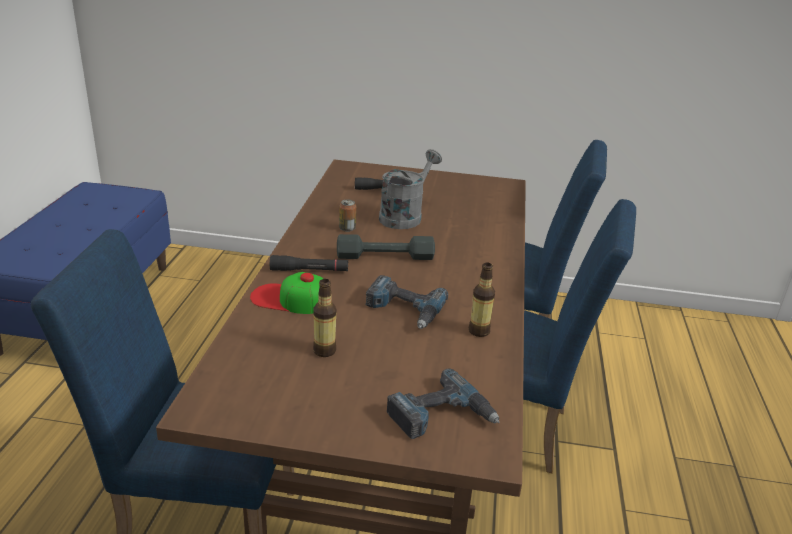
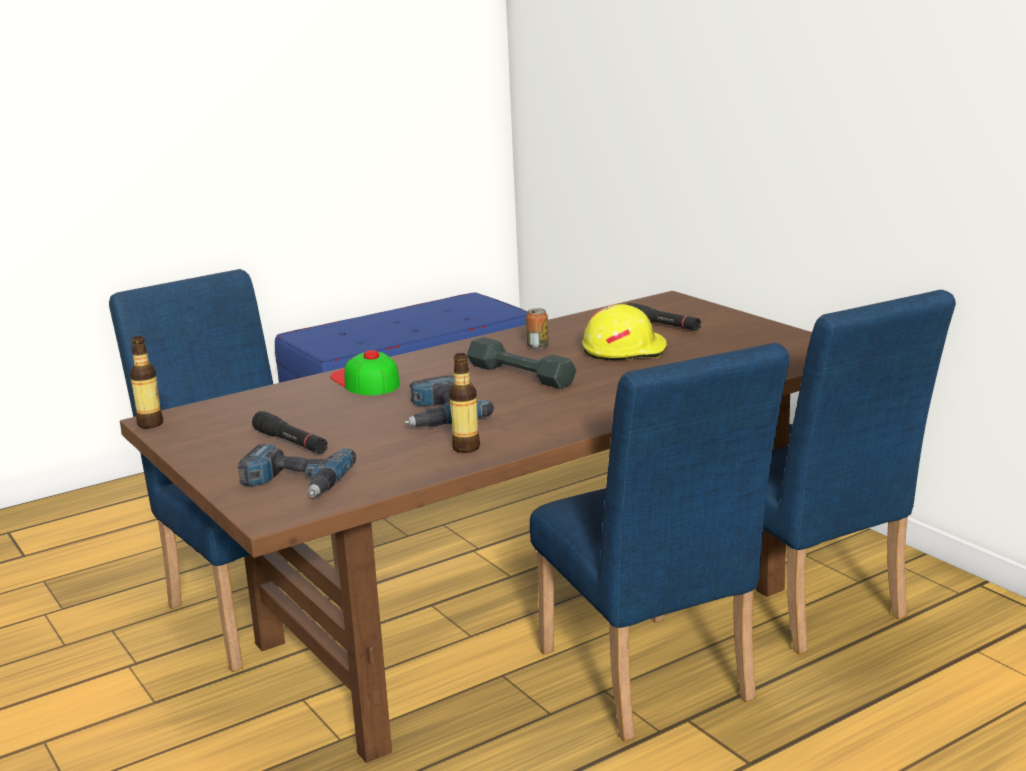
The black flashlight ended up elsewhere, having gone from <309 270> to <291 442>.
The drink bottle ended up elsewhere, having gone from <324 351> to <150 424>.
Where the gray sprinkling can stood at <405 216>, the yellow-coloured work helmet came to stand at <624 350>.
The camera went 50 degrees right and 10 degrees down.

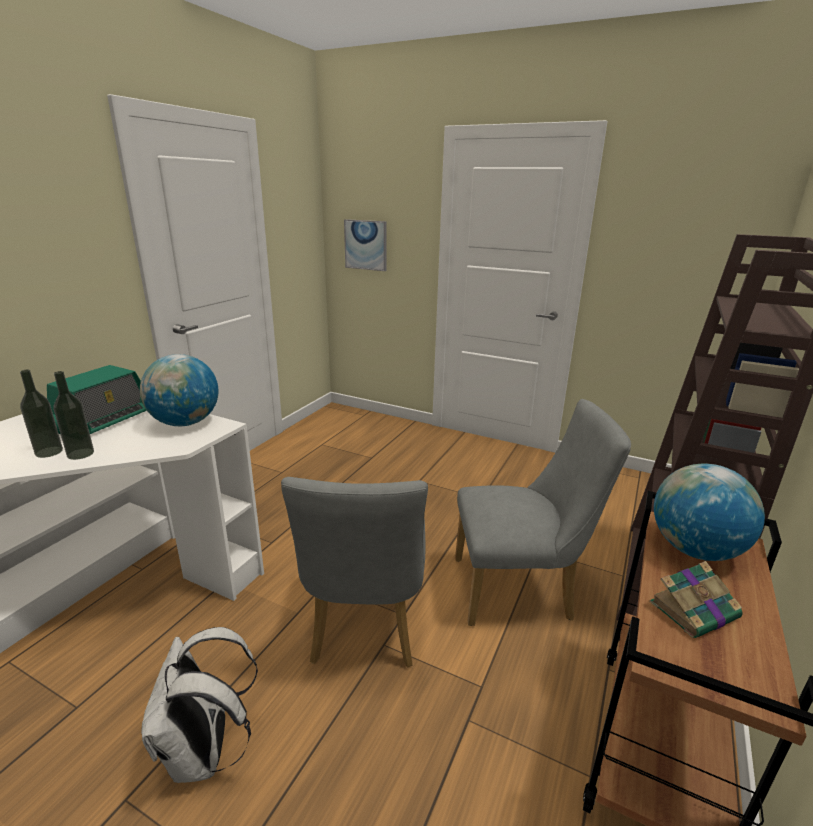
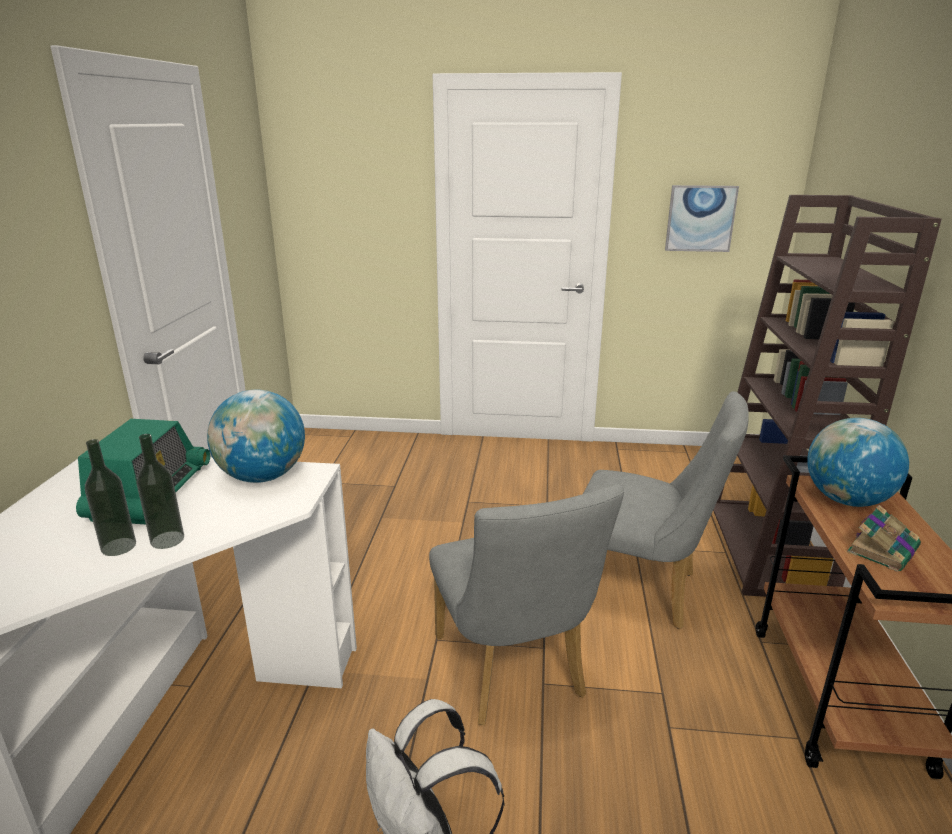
The picture ended up elsewhere, having gone from <366 245> to <700 218>.
The gray upright chair at <521 589> ended up facing another way, 45 degrees clockwise from before.
The camera went 20 degrees left and 0 degrees up.

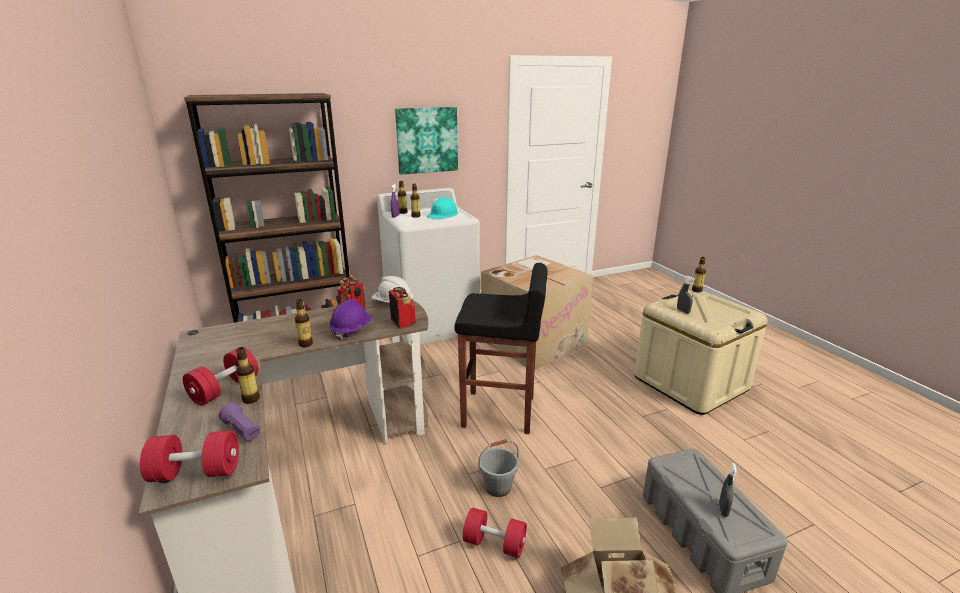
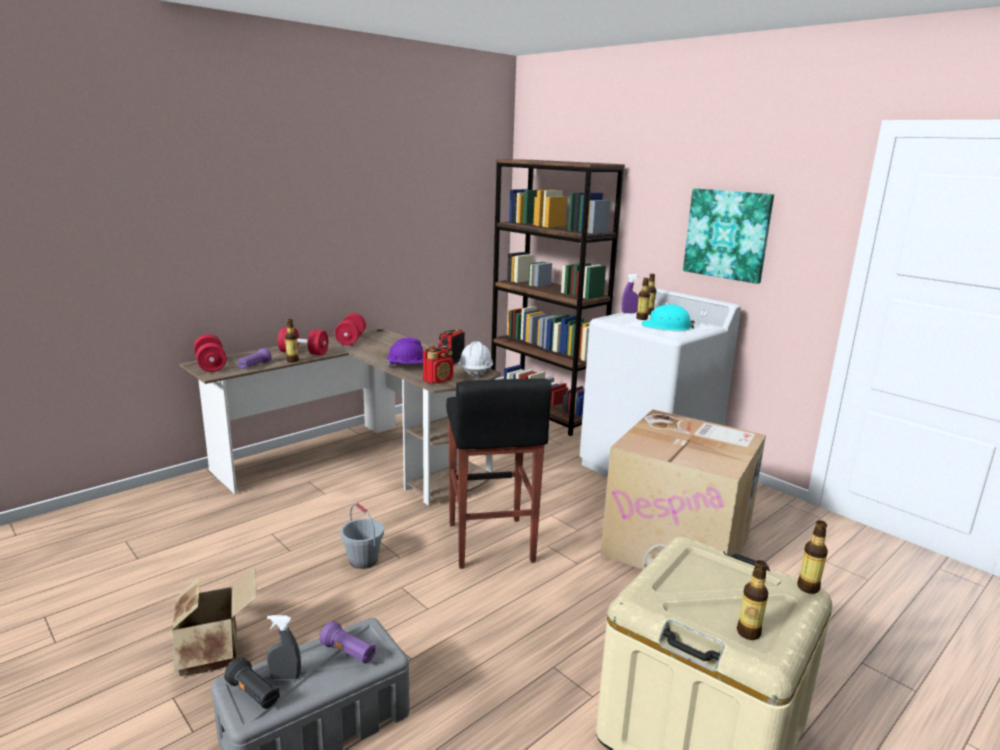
The second view lost the gray spray bottle at <683 311>.
The second view gained the black flashlight at <254 694>.
The second view gained the purple-coloured flashlight at <349 653>.
The drink bottle ended up elsewhere, having gone from <306 344> to <748 633>.
The reddish hand weight ended up elsewhere, having gone from <494 543> to <351 340>.
The camera went 70 degrees right and 5 degrees down.

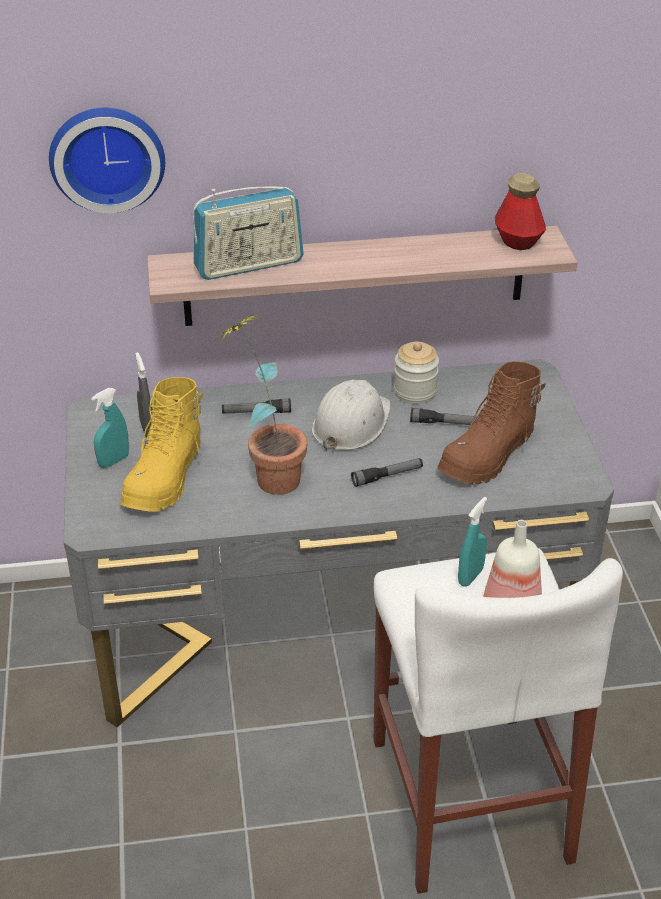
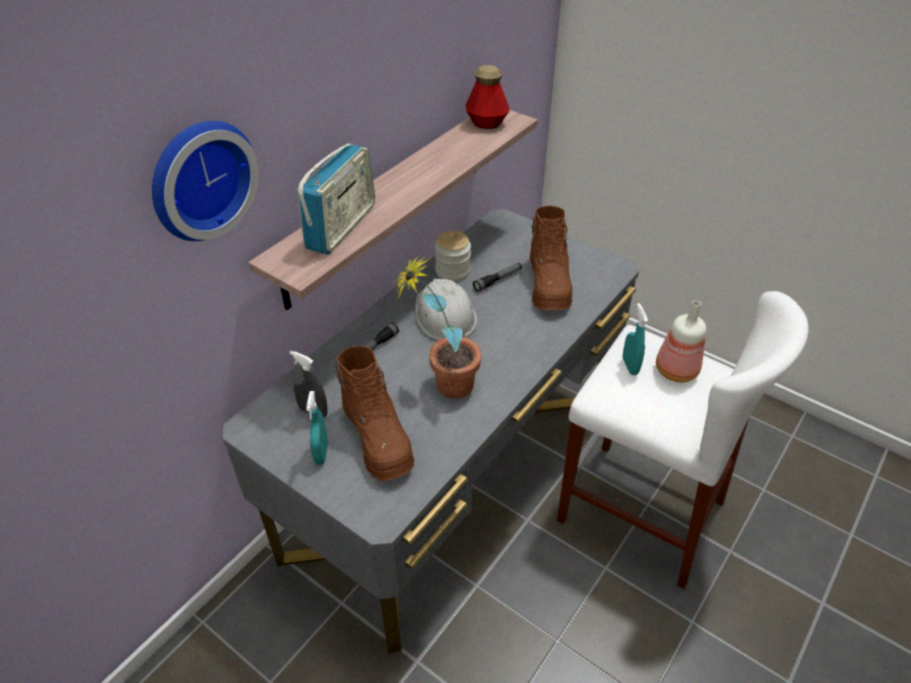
The second view lost the flashlight at <387 476>.
What was the yellow-coloured boot at <166 478> turned into the brown boot at <378 438>.
The camera went 45 degrees left and 5 degrees up.

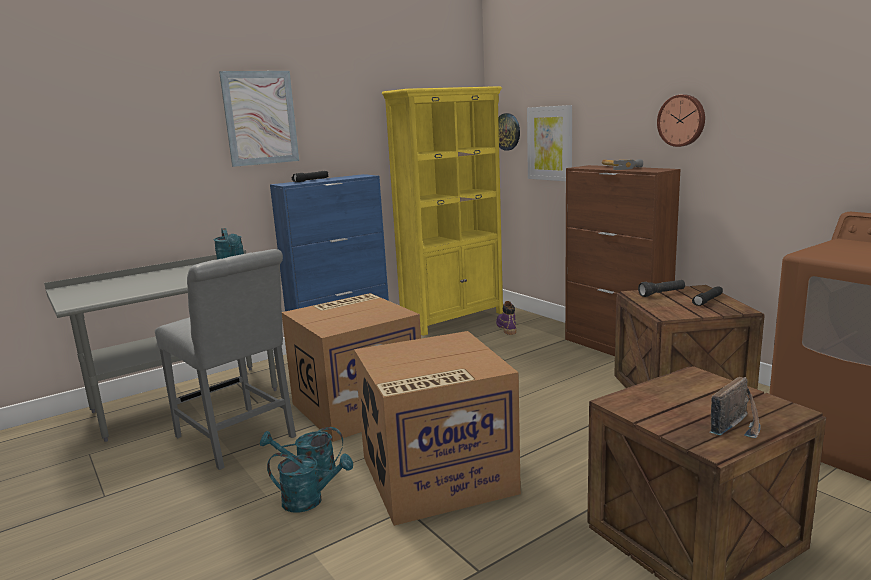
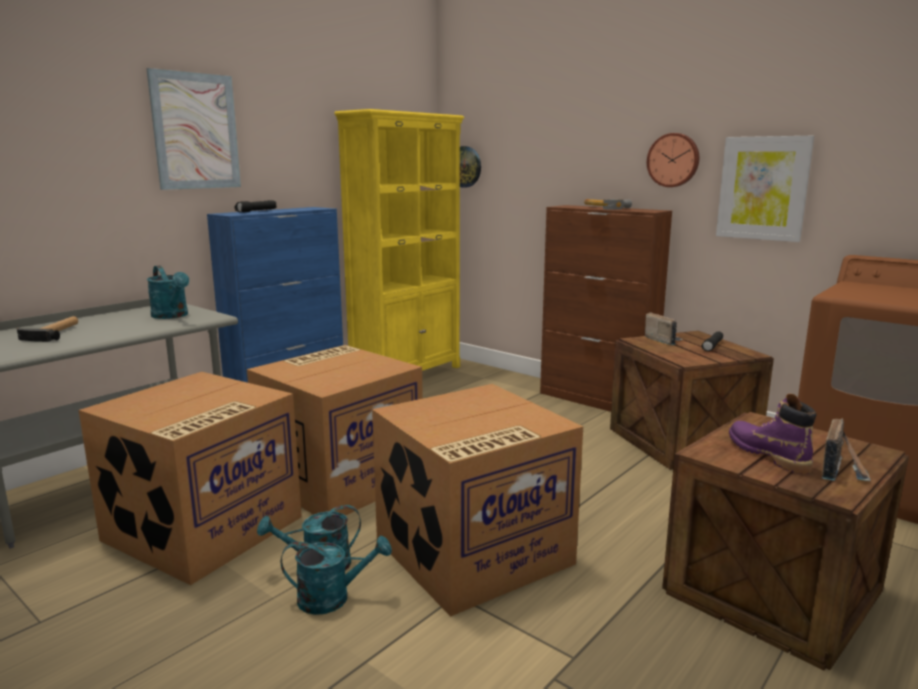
The second view gained the tool hammer at <54 333>.
The purple-coloured boot ended up elsewhere, having gone from <506 328> to <767 455>.
The picture ended up elsewhere, having gone from <550 143> to <763 188>.
Where the gray upright chair stood at <238 439>, the cardboard box came to stand at <203 530>.
Where the black flashlight stood at <662 294>, the radio set came to stand at <663 340>.
The camera went 15 degrees left and 0 degrees up.

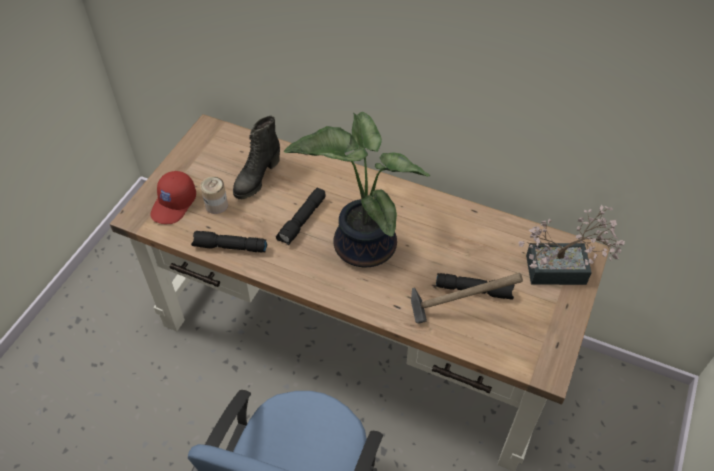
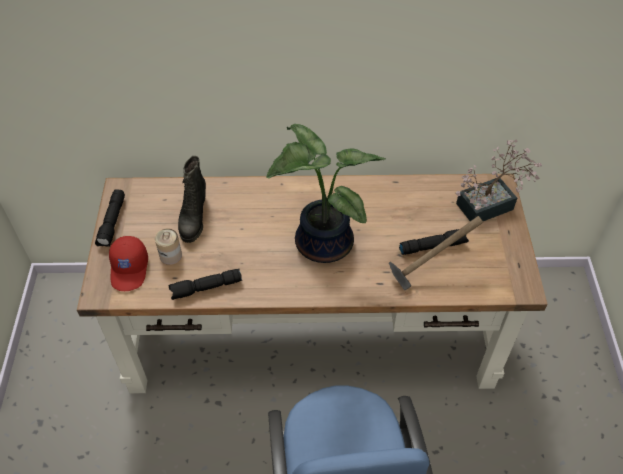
The black flashlight ended up elsewhere, having gone from <302 221> to <113 223>.
The camera went 25 degrees left and 0 degrees up.

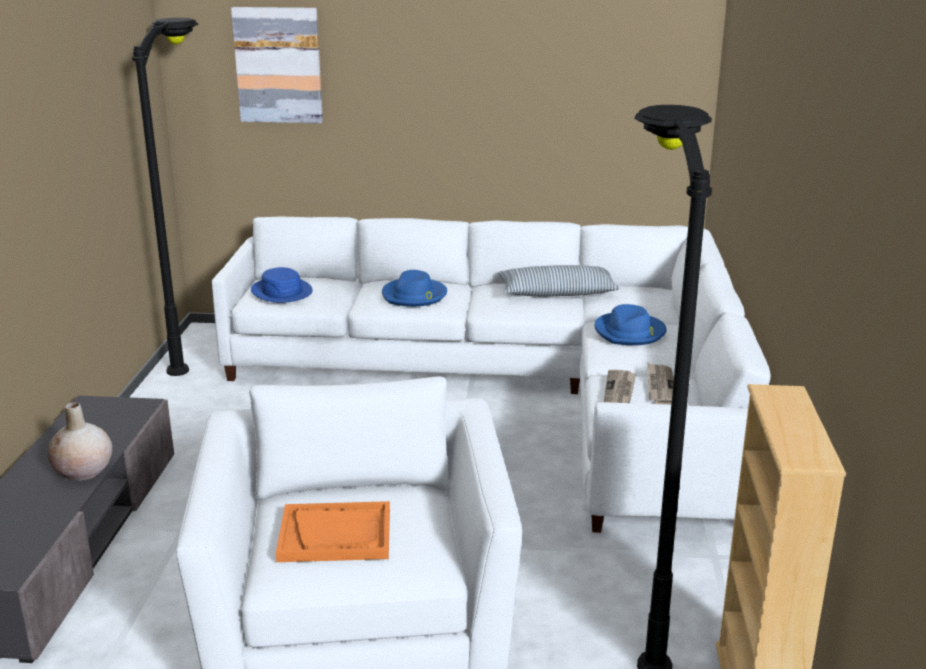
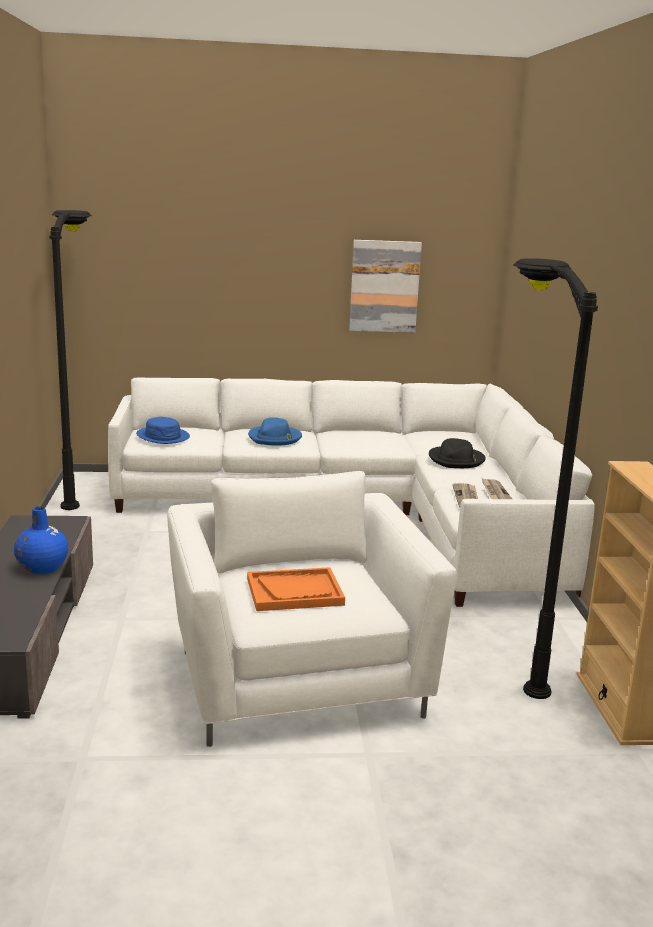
The second view lost the pillow at <557 293>.
The picture ended up elsewhere, having gone from <278 65> to <384 286>.
What was the beige flower vase at <84 471> turned into the blue flower vase at <43 567>.
What was the blue hat at <630 332> turned into the black hat at <456 460>.
The camera went 10 degrees left and 5 degrees down.

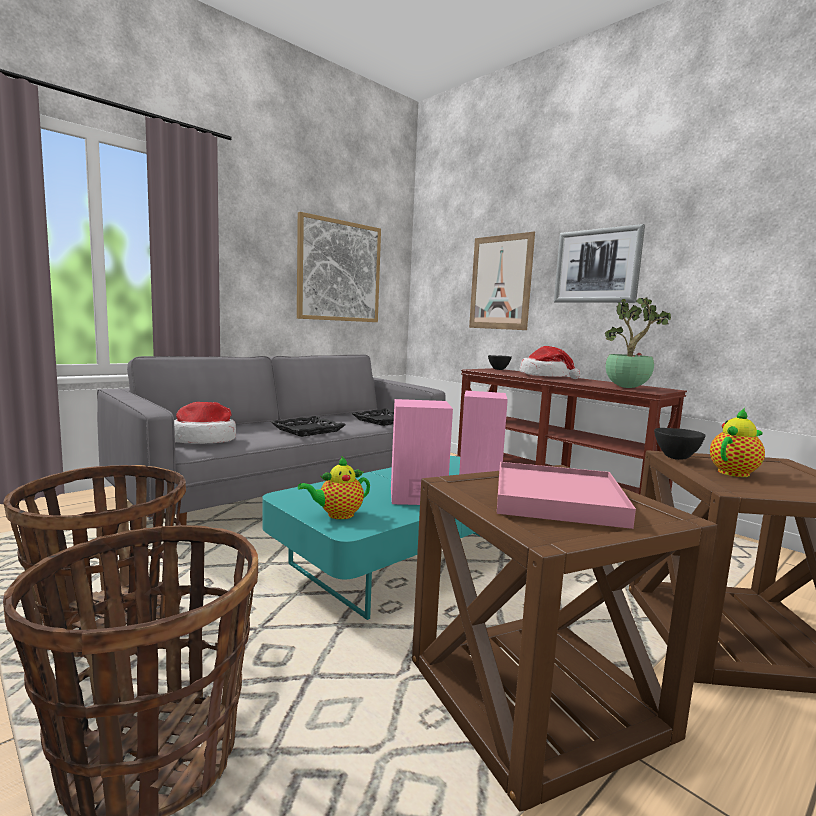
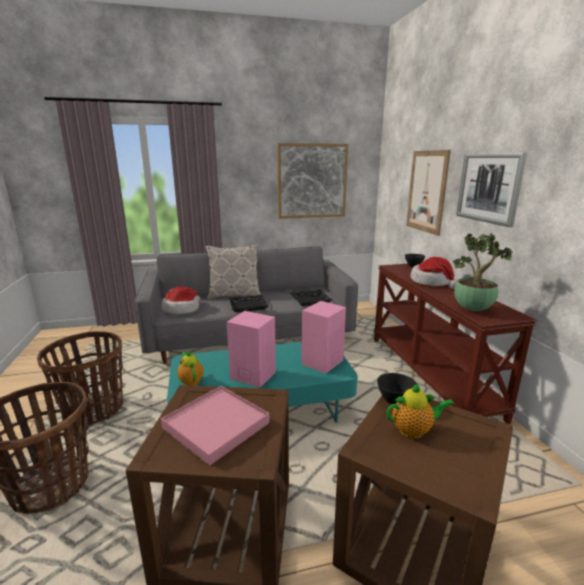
The second view gained the pillow at <234 295>.
The pot for tea at <337 515> ended up facing another way, 60 degrees clockwise from before.
The camera went 30 degrees right and 10 degrees up.

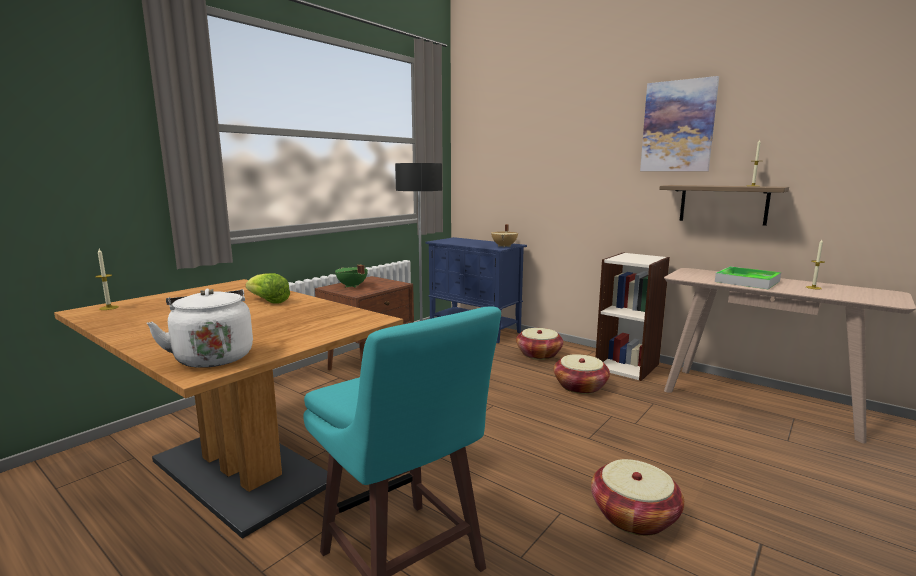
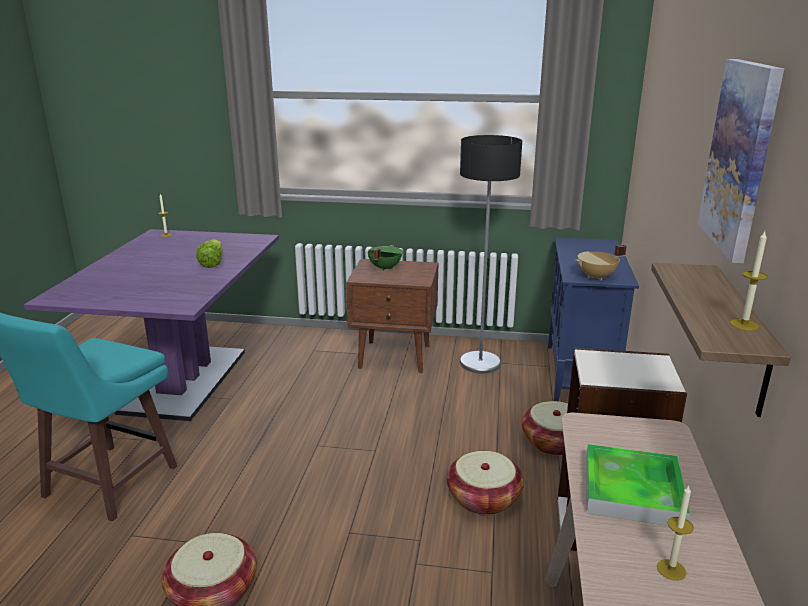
The second view lost the white-coloured water kettle at <213 357>.
What was the brown dining table at <241 471> turned into the purple-coloured dining table at <185 381>.
The camera went 60 degrees right and 10 degrees up.

